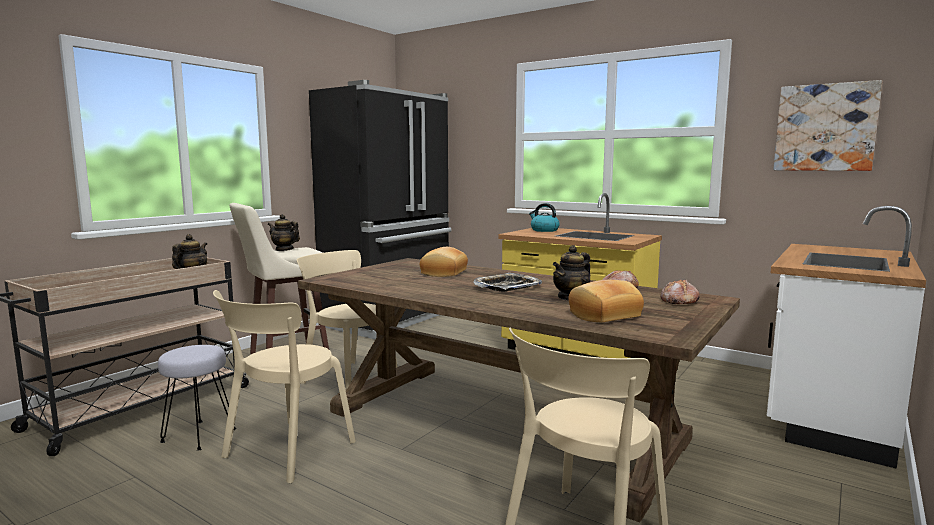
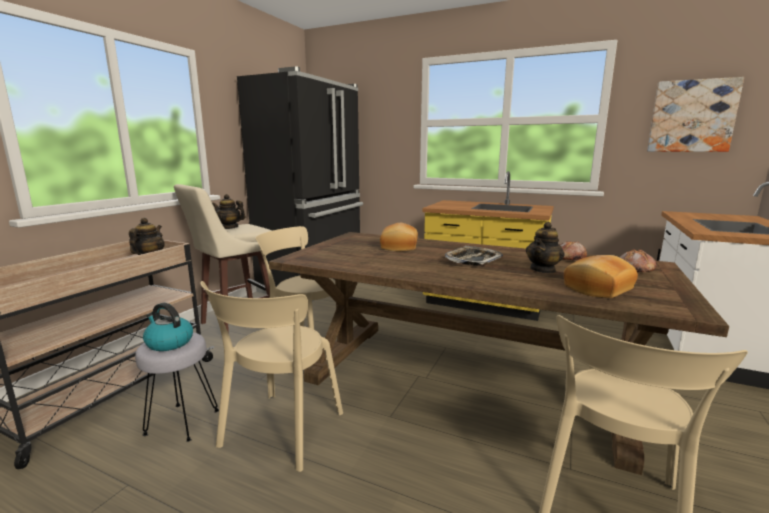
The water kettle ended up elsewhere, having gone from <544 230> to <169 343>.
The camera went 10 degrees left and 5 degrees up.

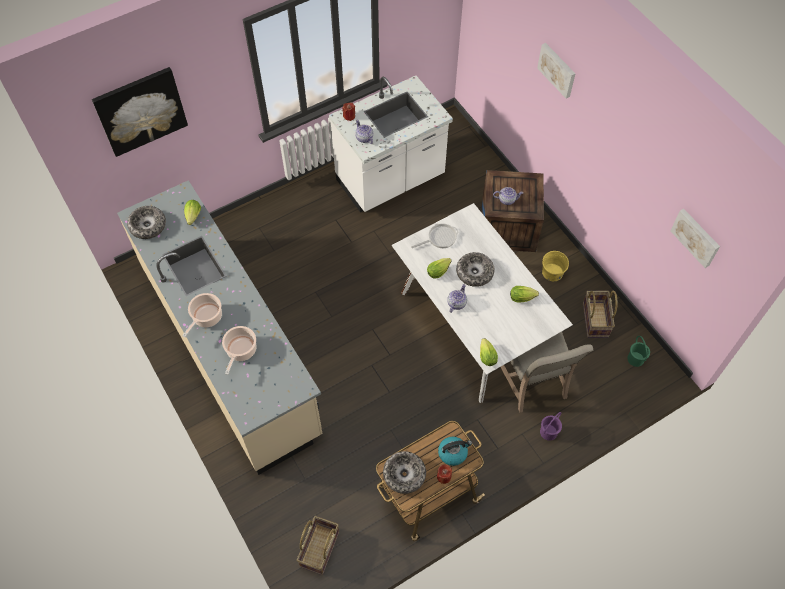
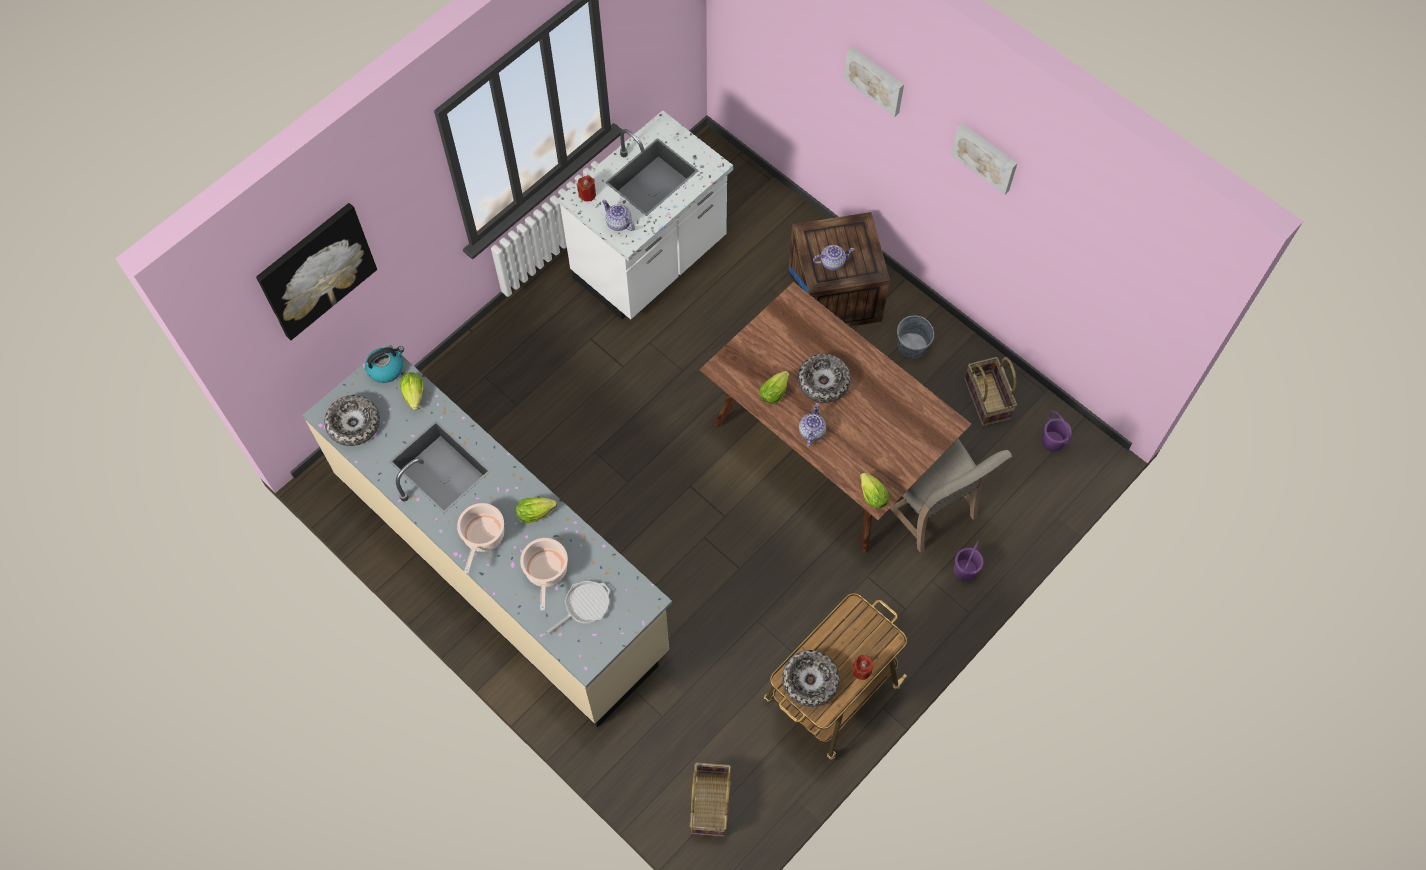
The pan ended up elsewhere, having gone from <440 238> to <584 606>.
The water kettle ended up elsewhere, having gone from <453 453> to <386 368>.
The lettuce head ended up elsewhere, having gone from <523 298> to <538 512>.
The picture ended up elsewhere, having gone from <696 237> to <985 156>.
What was the white-coloured dining table at <471 327> turned into the brown dining table at <824 450>.
What was the yellow-coloured bucket at <552 272> turned into the gray bucket at <912 345>.
What was the green-coloured bucket at <635 359> turned into the purple-coloured bucket at <1052 441>.
The camera went 15 degrees left and 5 degrees up.

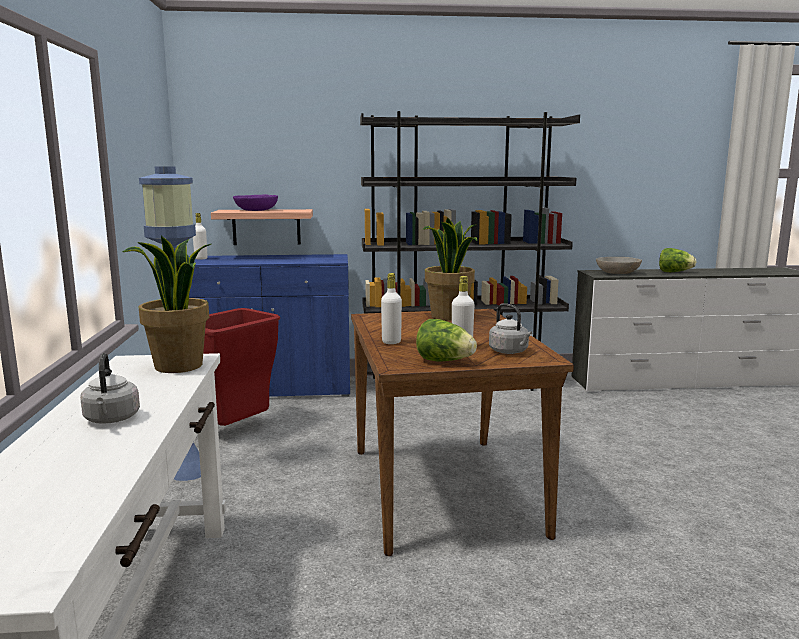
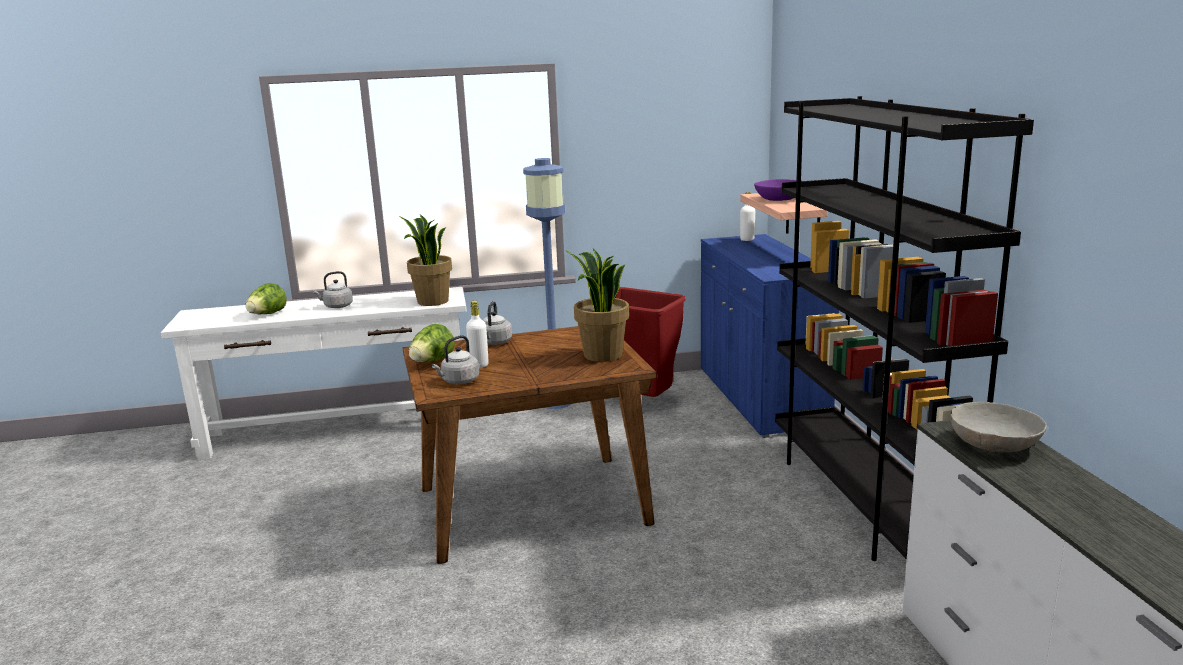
The lettuce head ended up elsewhere, having gone from <674 272> to <267 314>.
Where the white-coloured drink bottle stood at <391 342>, the gray water kettle came to stand at <495 343>.
The camera went 85 degrees right and 5 degrees up.

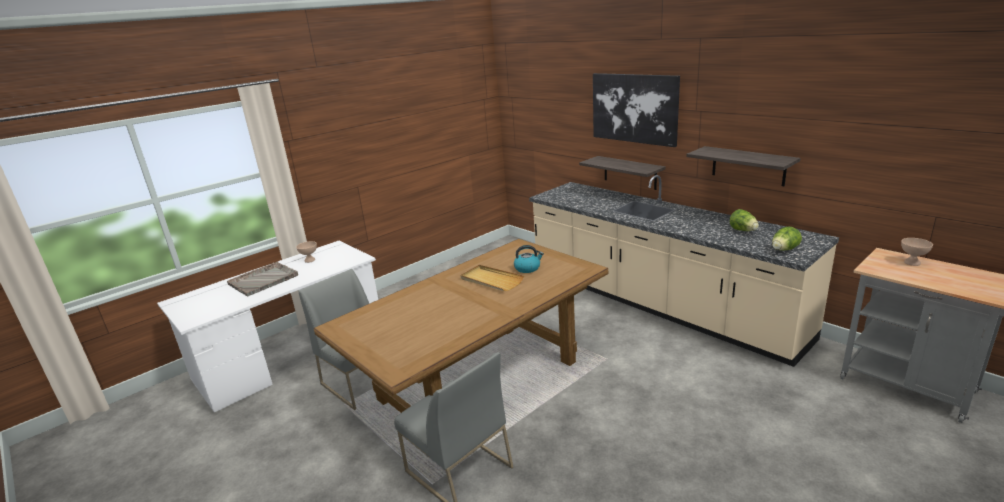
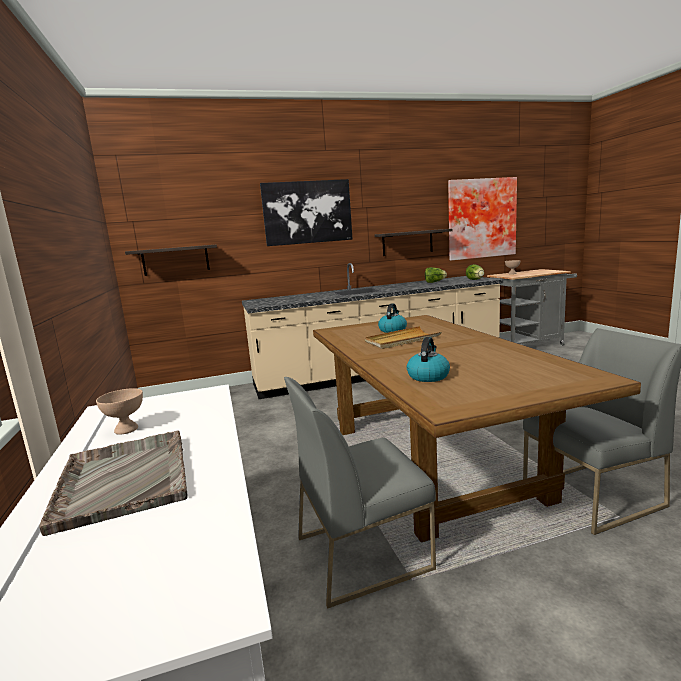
The second view gained the water kettle at <428 376>.
The second view gained the picture at <480 218>.
The wall shelf ended up elsewhere, having gone from <630 172> to <175 260>.
The camera went 65 degrees left and 10 degrees down.

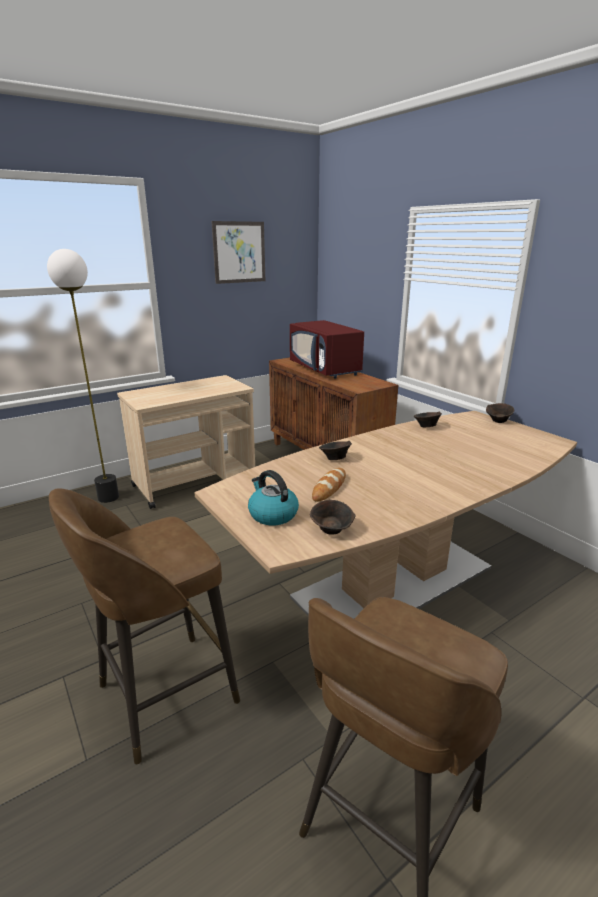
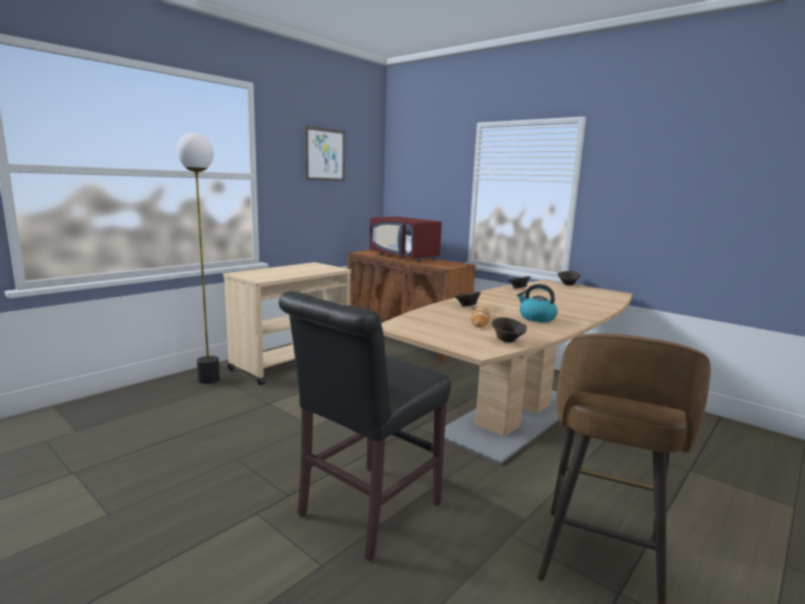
The water kettle ended up elsewhere, having gone from <272 514> to <536 318>.
Where the brown stool seat stood at <163 695>, the black upright chair came to stand at <364 512>.
The camera went 15 degrees left and 10 degrees down.

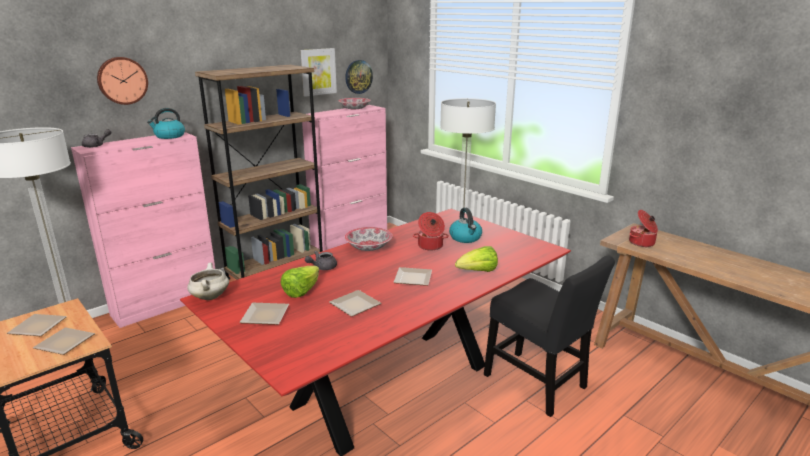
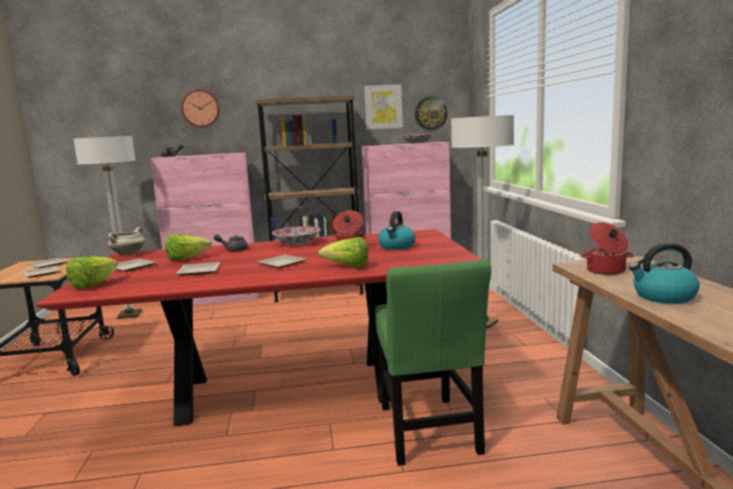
The second view gained the lettuce head at <93 285>.
The water kettle ended up elsewhere, having gone from <169 136> to <663 297>.
What was the black upright chair at <538 384> turned into the green-coloured upright chair at <429 433>.
The camera went 35 degrees right and 10 degrees down.

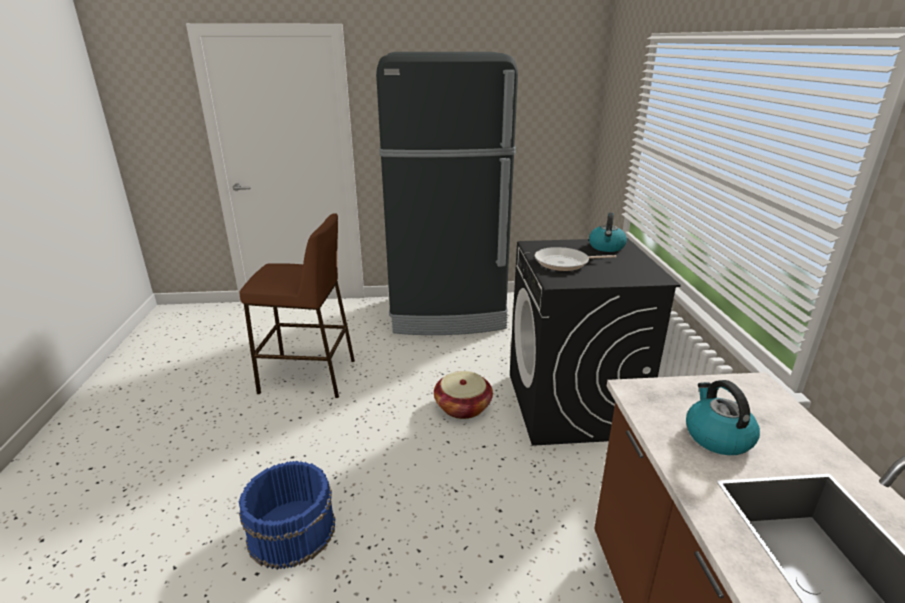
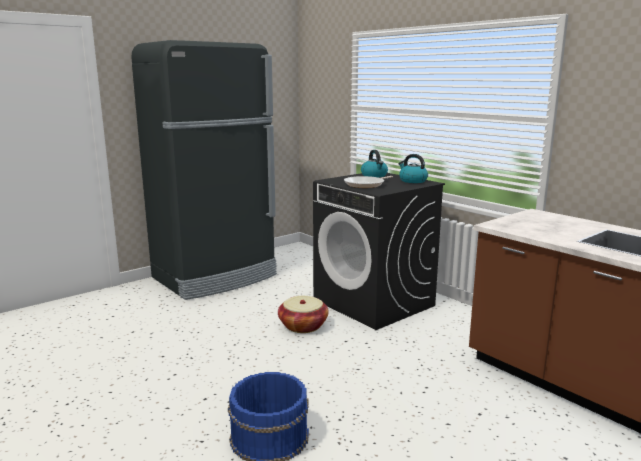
The second view lost the brown stool seat at <309 376>.
The water kettle ended up elsewhere, having gone from <717 436> to <412 181>.
The camera went 35 degrees left and 10 degrees down.

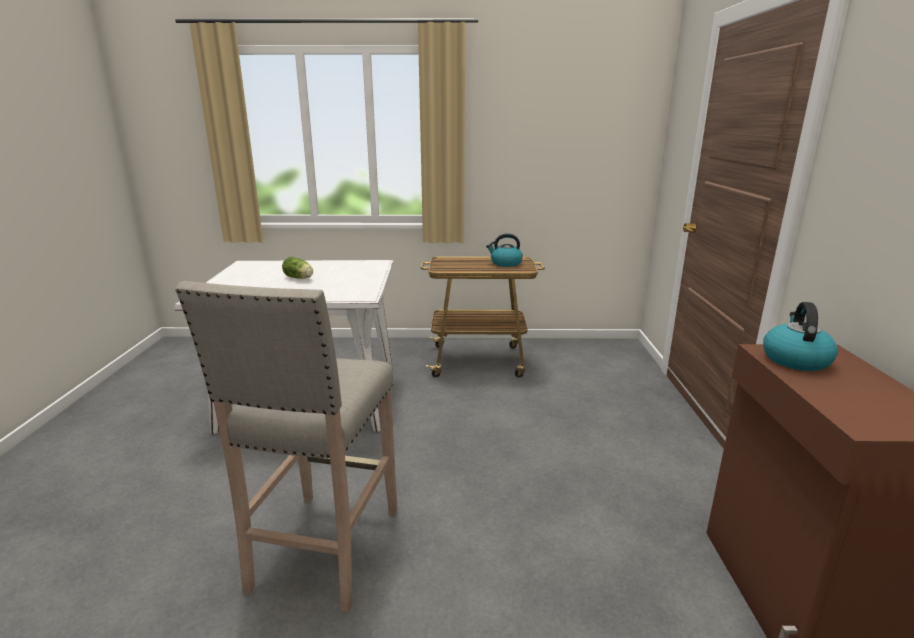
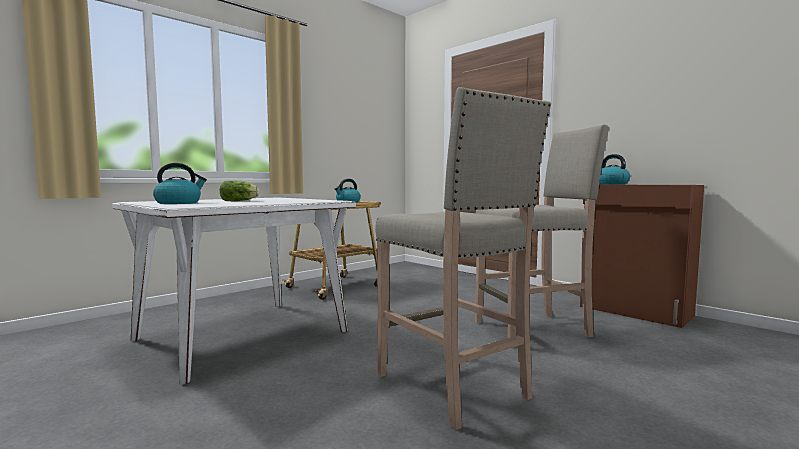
The second view gained the water kettle at <179 203>.
The second view gained the beige stool seat at <534 329>.
The camera went 45 degrees left and 15 degrees down.

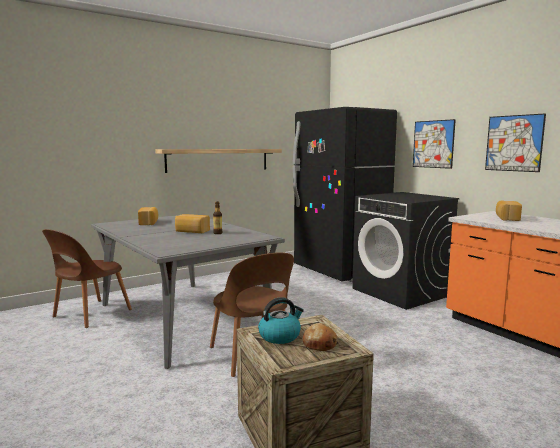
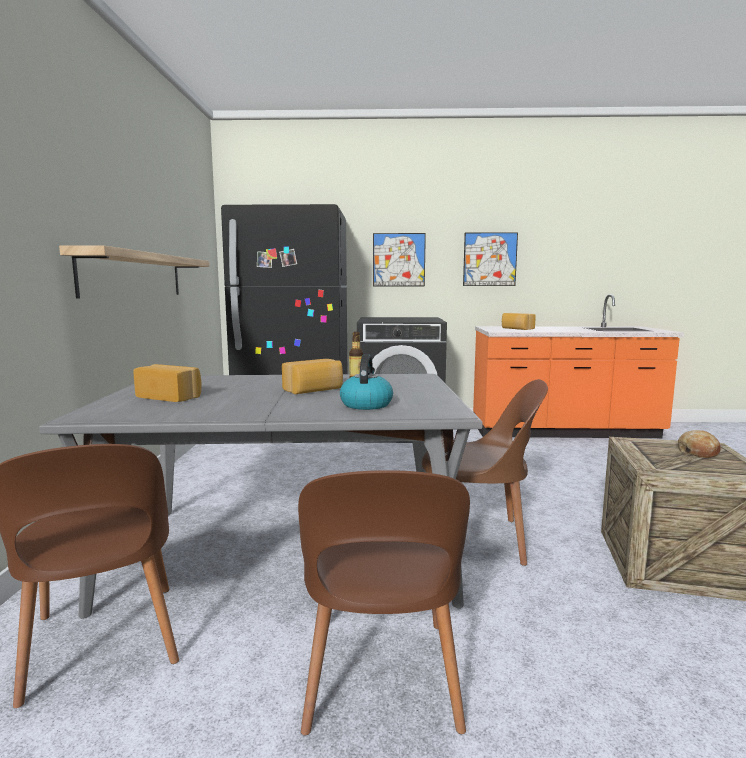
The second view gained the brown upright chair at <381 680>.
The water kettle ended up elsewhere, having gone from <280 336> to <366 404>.
The camera went 55 degrees left and 0 degrees up.

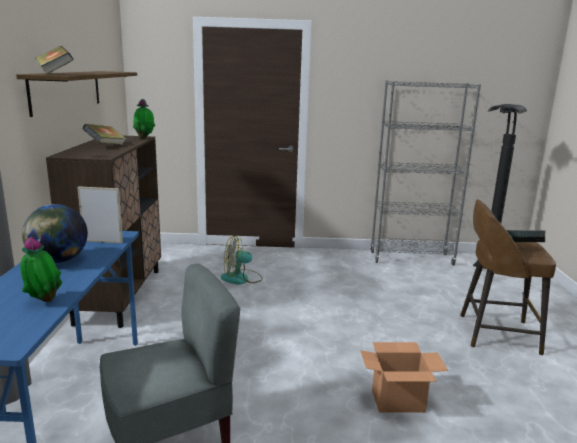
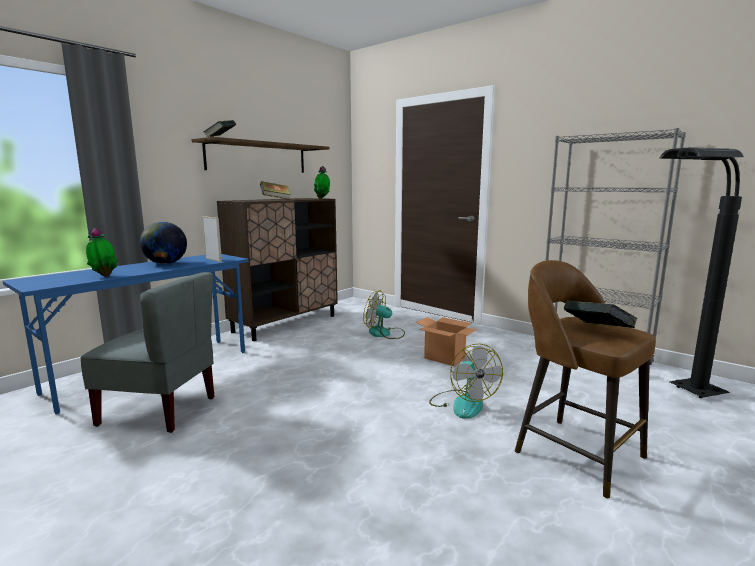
The second view gained the electric fan at <462 403>.
The cardboard box ended up elsewhere, having gone from <398 401> to <445 358>.
The camera went 40 degrees right and 5 degrees down.

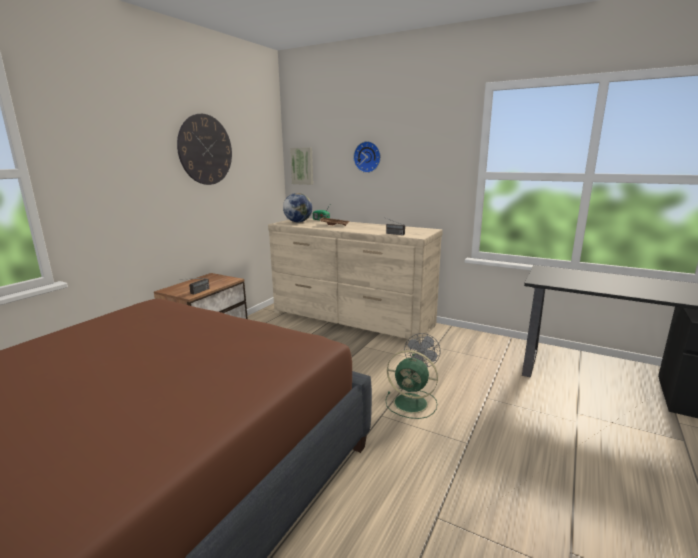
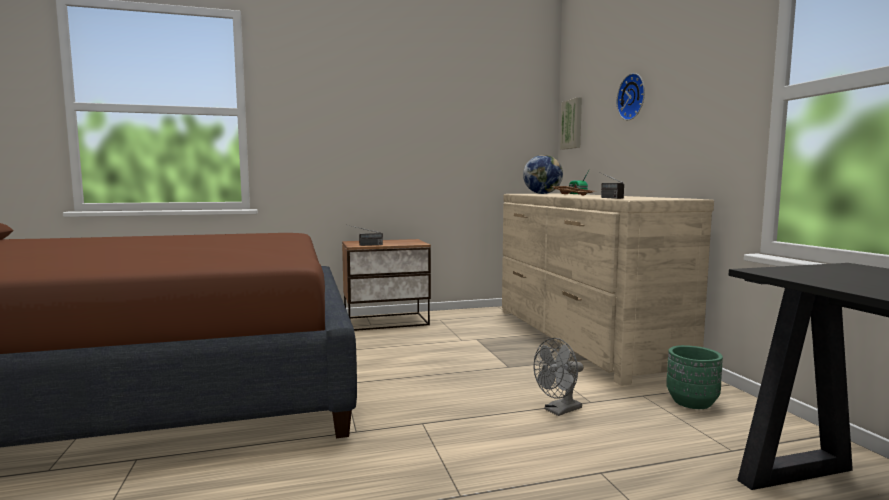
The second view lost the wall clock at <205 150>.
The second view lost the green-coloured electric fan at <412 403>.
The second view gained the green-coloured plant pot at <692 402>.
The camera went 45 degrees right and 10 degrees down.

